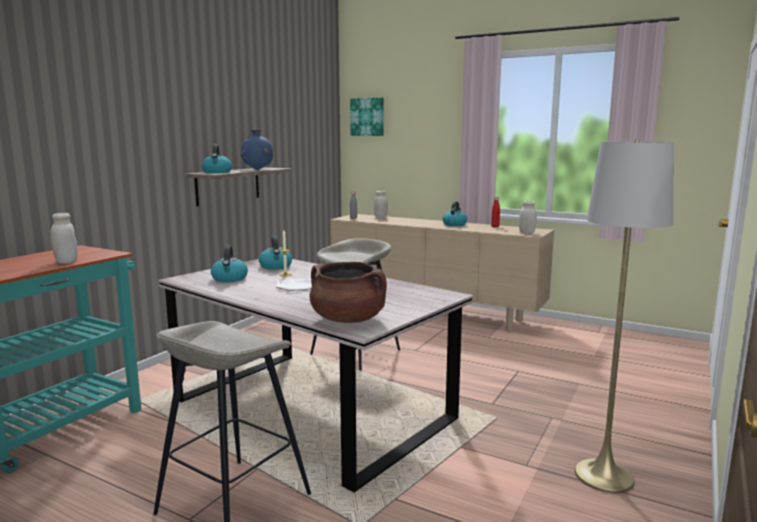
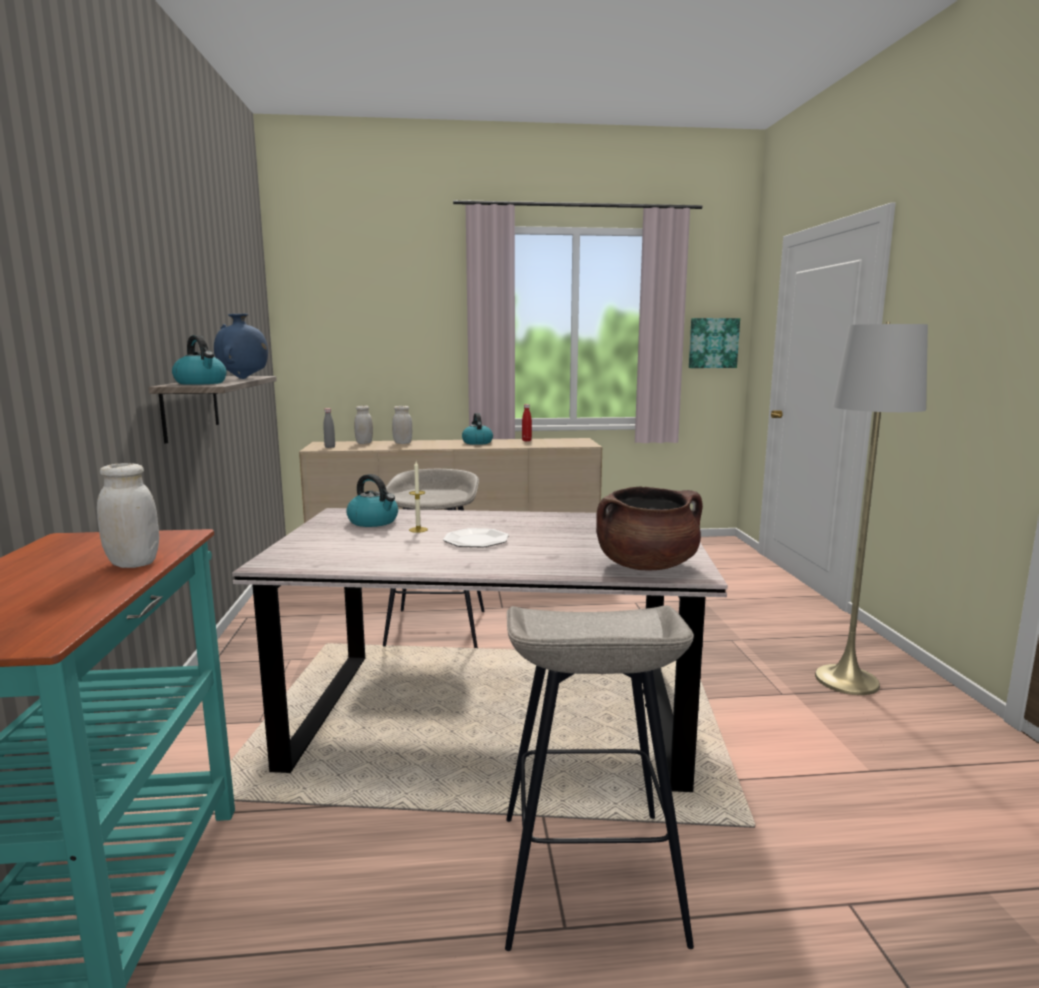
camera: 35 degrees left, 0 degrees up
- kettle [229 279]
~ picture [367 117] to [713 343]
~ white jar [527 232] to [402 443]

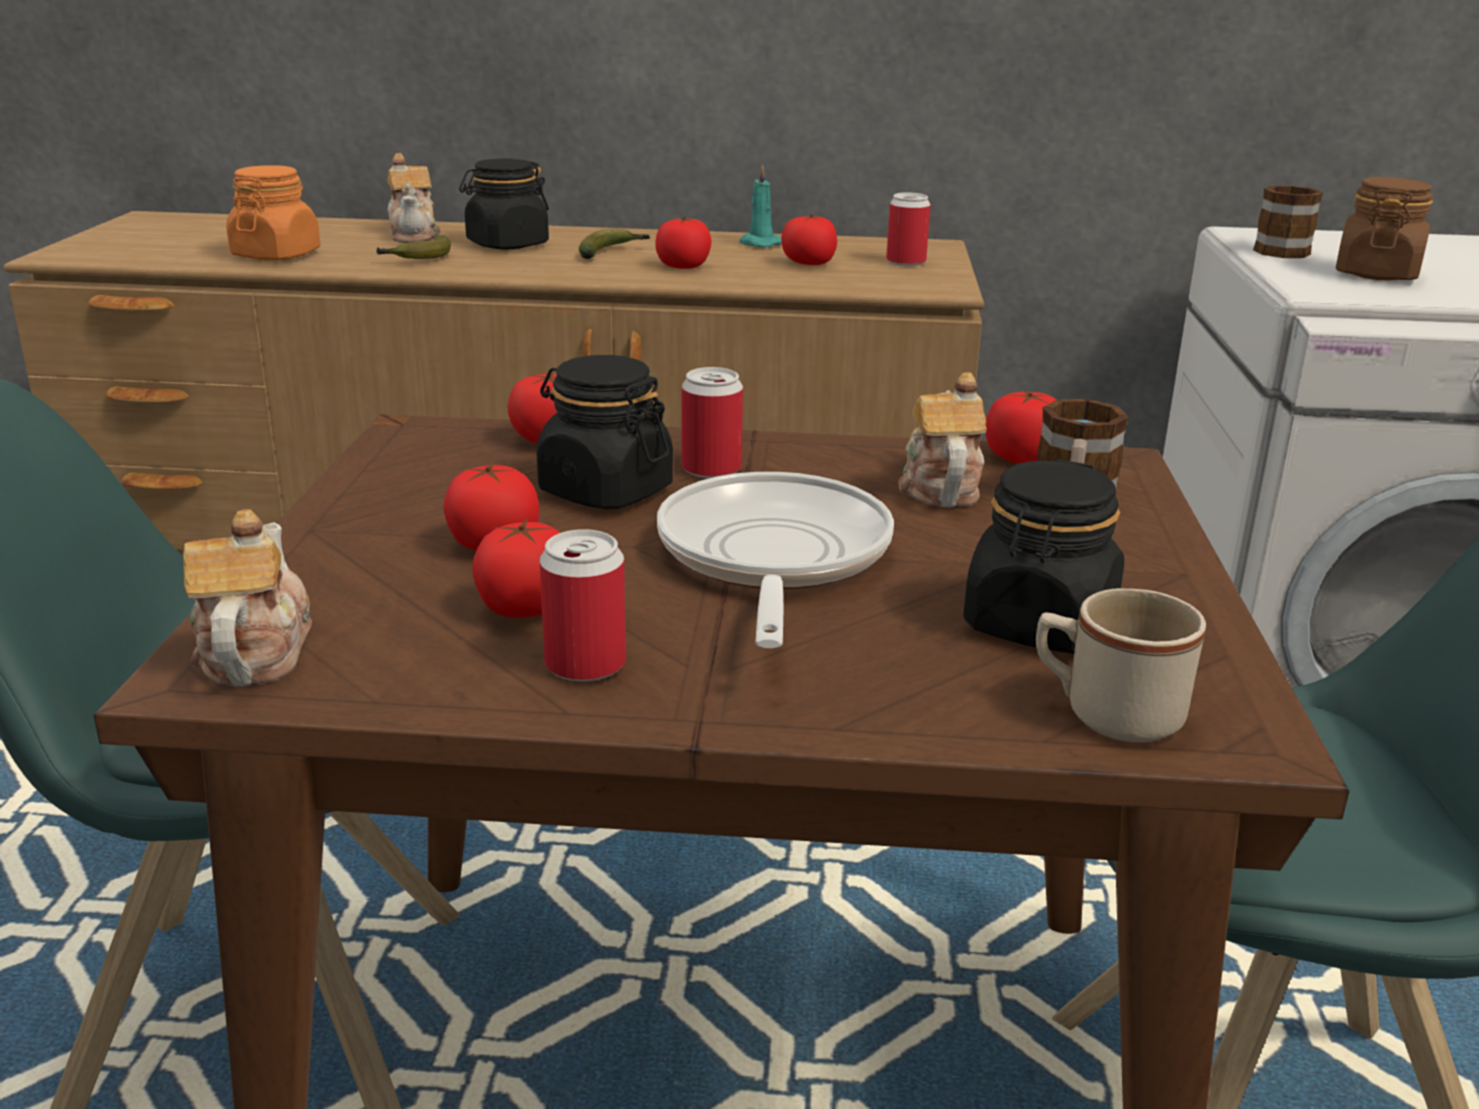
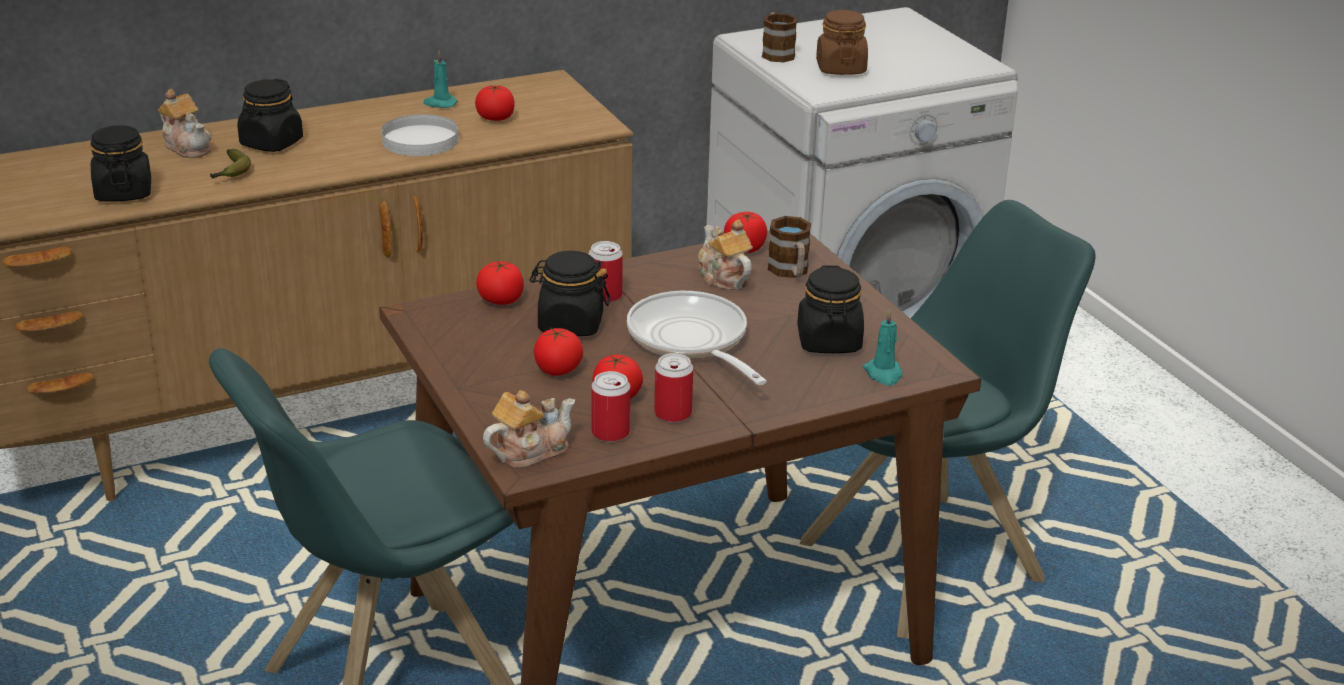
camera: 30 degrees left, 5 degrees up
- banana [611 253]
~ can [906 262] to [610 433]
~ tomato [683 266] to white plate [420 140]
~ beige mug [1106 714] to turquoise candle [884 374]
~ orange jar [276 255] to black jar [123 192]
~ teapot [253 652] = [529 451] 90 degrees clockwise

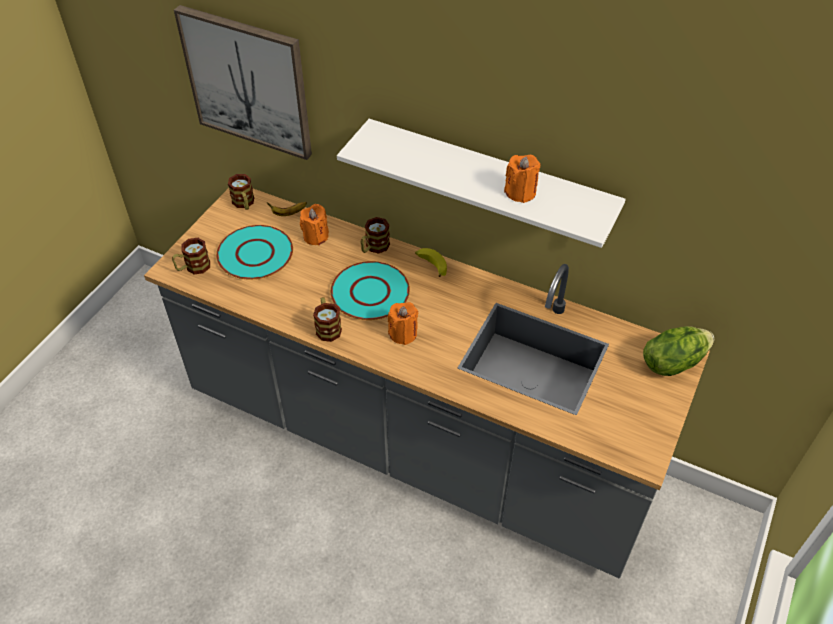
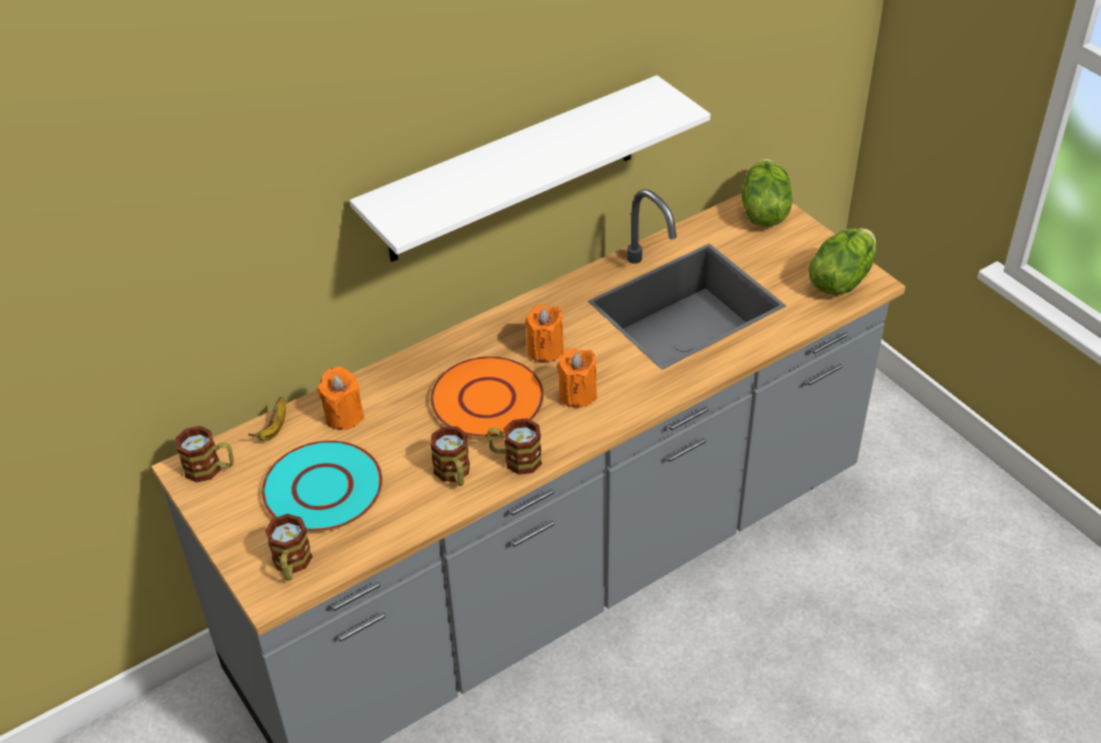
camera: 60 degrees left, 5 degrees down
- picture [248 82]
- banana [431 265]
+ lettuce [839 280]
~ mug [374 247] to [454 474]
~ orange candle [520 192] to [545 350]
~ turquoise plate [370 292] to orange plate [486 399]

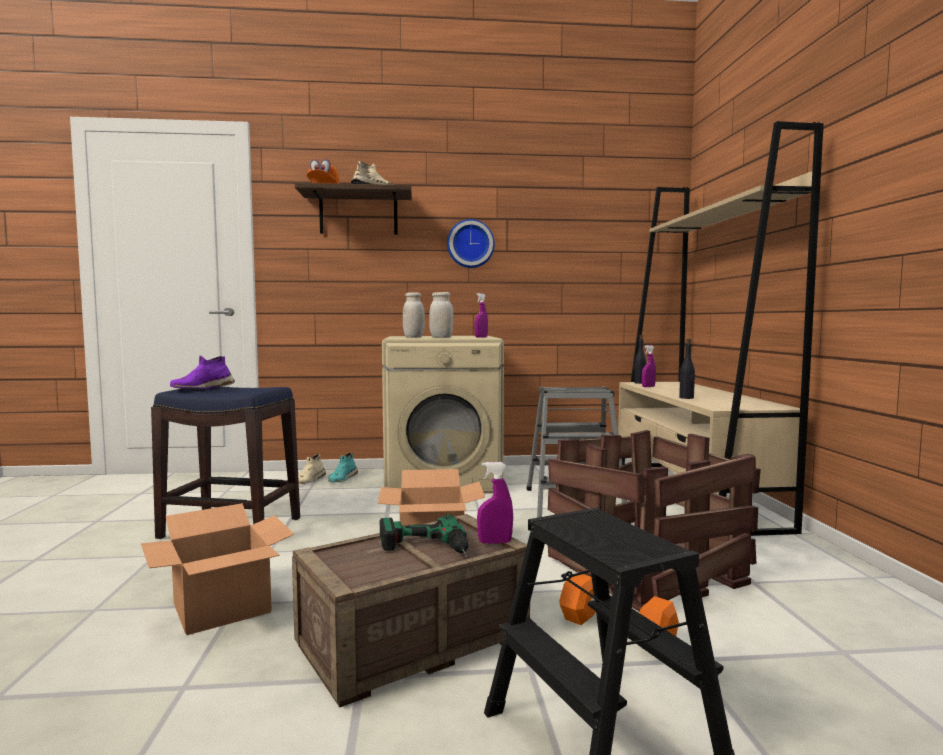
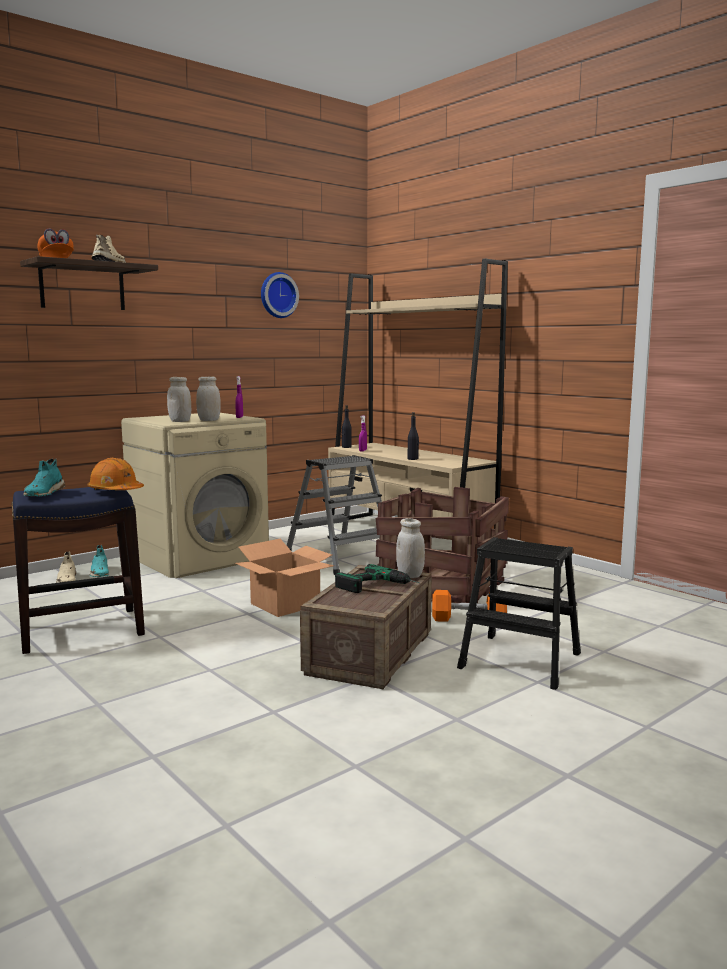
camera: 35 degrees left, 5 degrees up
- cardboard box [223 607]
+ orange hard hat [115 491]
~ wall clock [470 244] to [277 295]
~ purple spray bottle [495 542] to white jar [410 575]
~ purple shoe [202 388] to turquoise shoe [43 494]

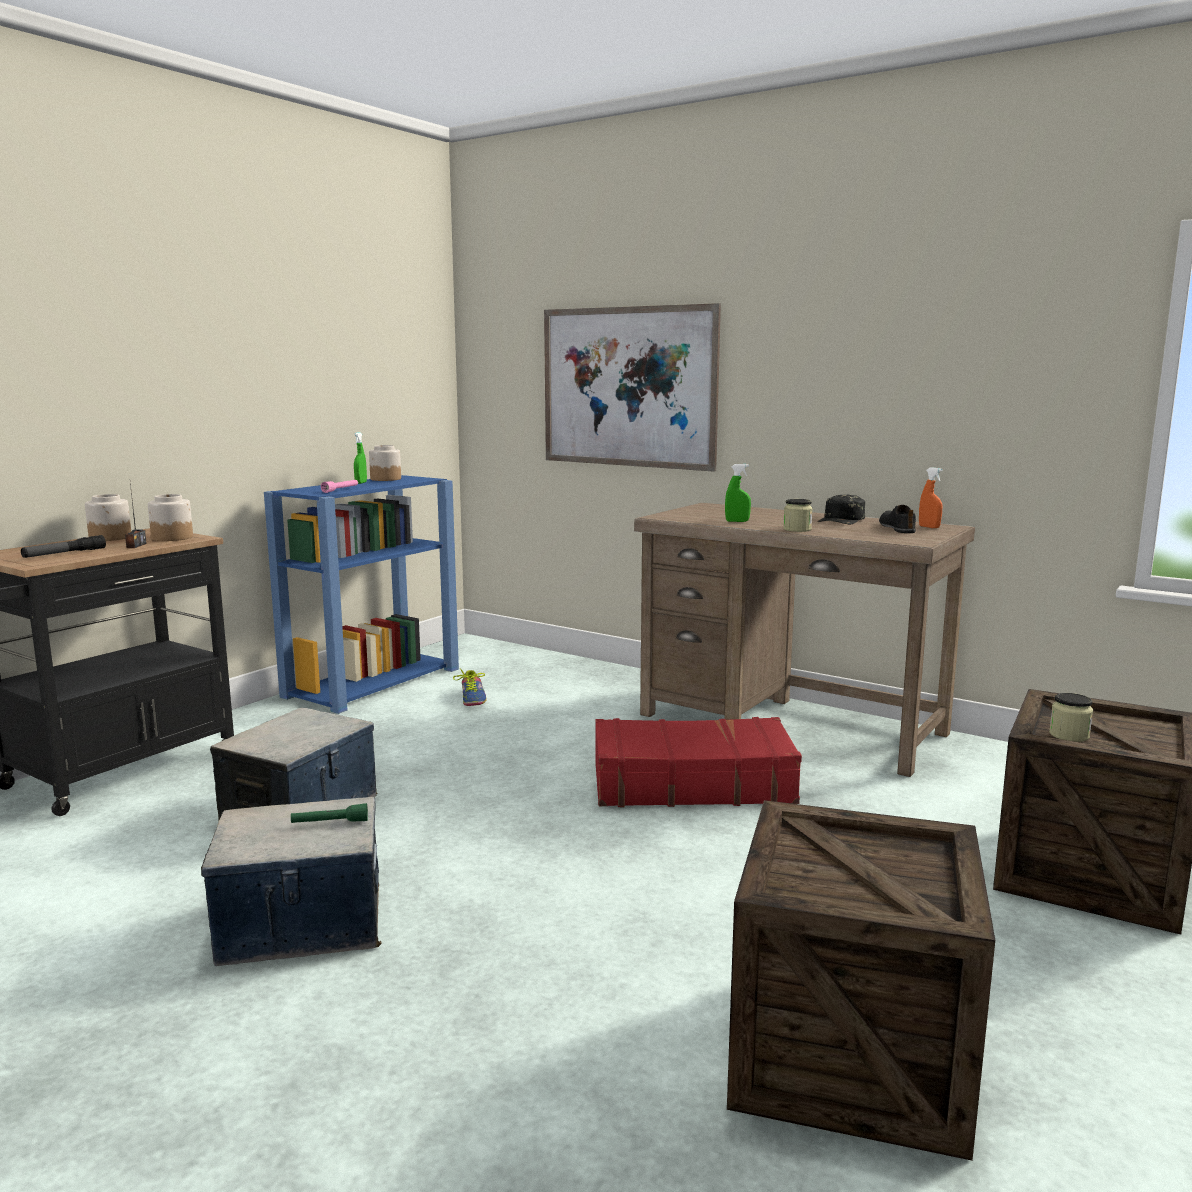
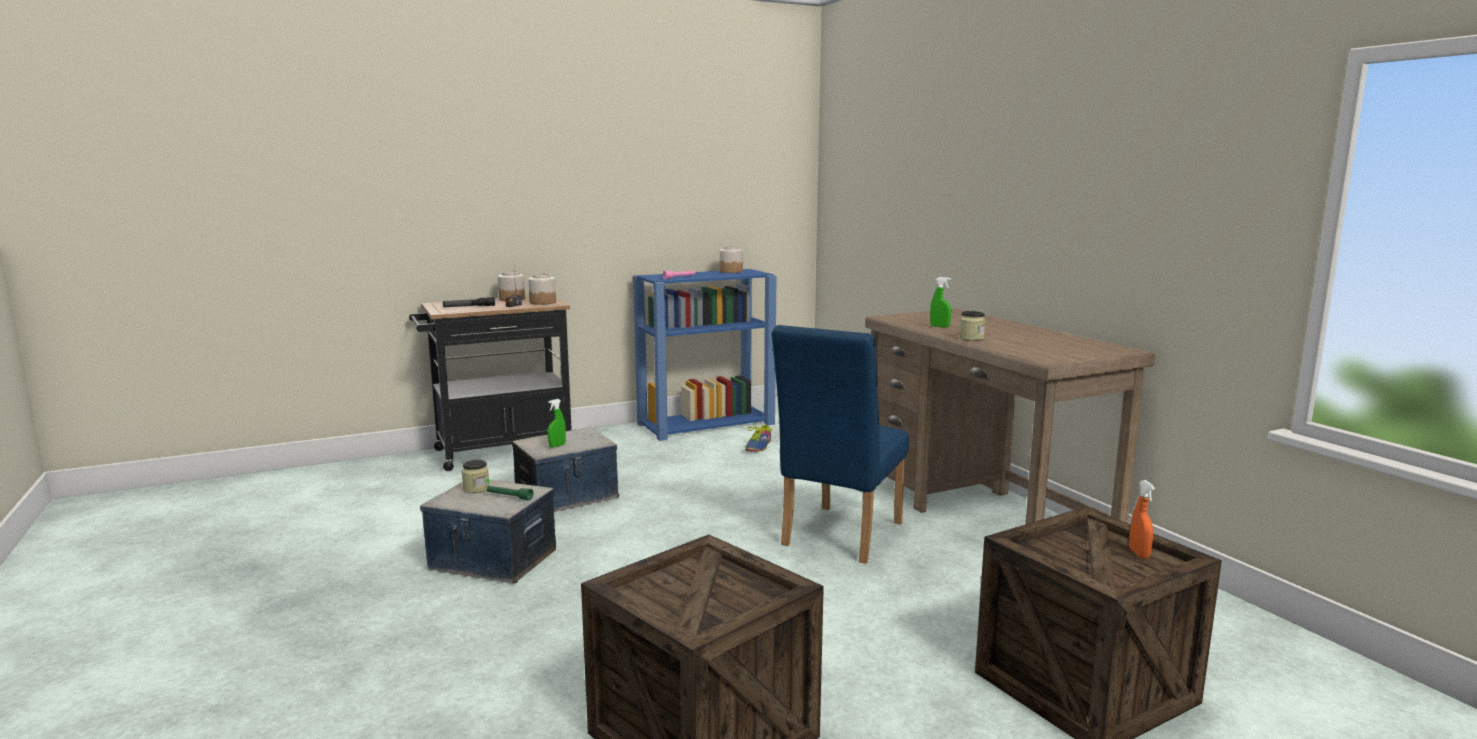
camera: 30 degrees right, 0 degrees up
- picture [627 387]
- black cap [842 520]
- black shoe [897 527]
~ green spray bottle [361 483] to [557 446]
~ orange spray bottle [929 527] to [1139 554]
~ jar [1069 735] to [476 489]
~ red suitcase [691 783] to blue chair [837 537]

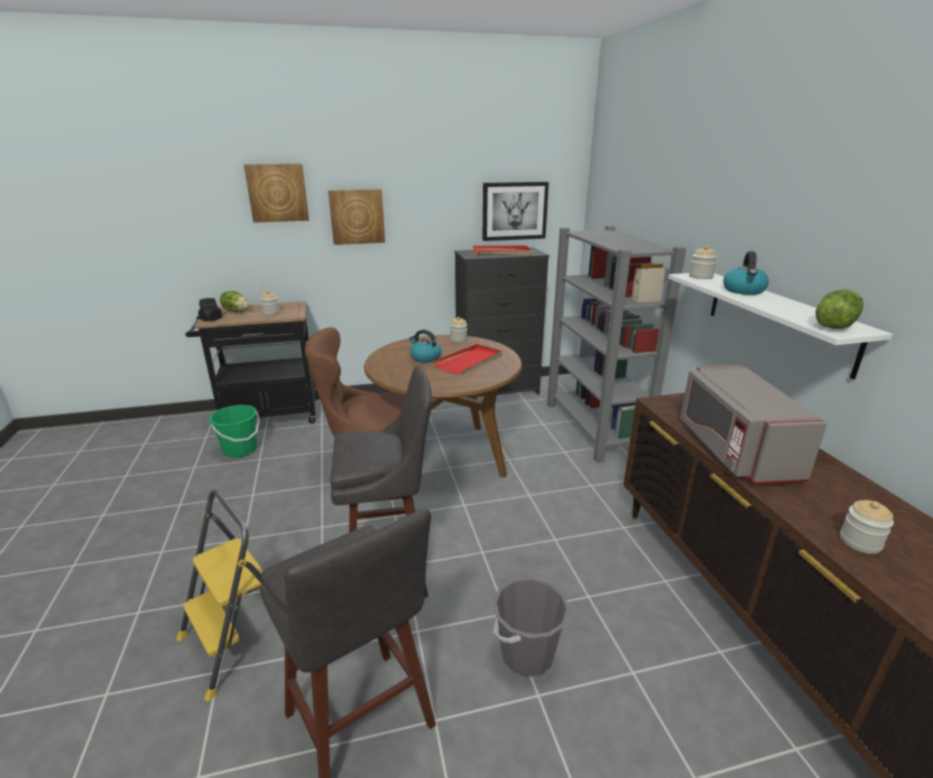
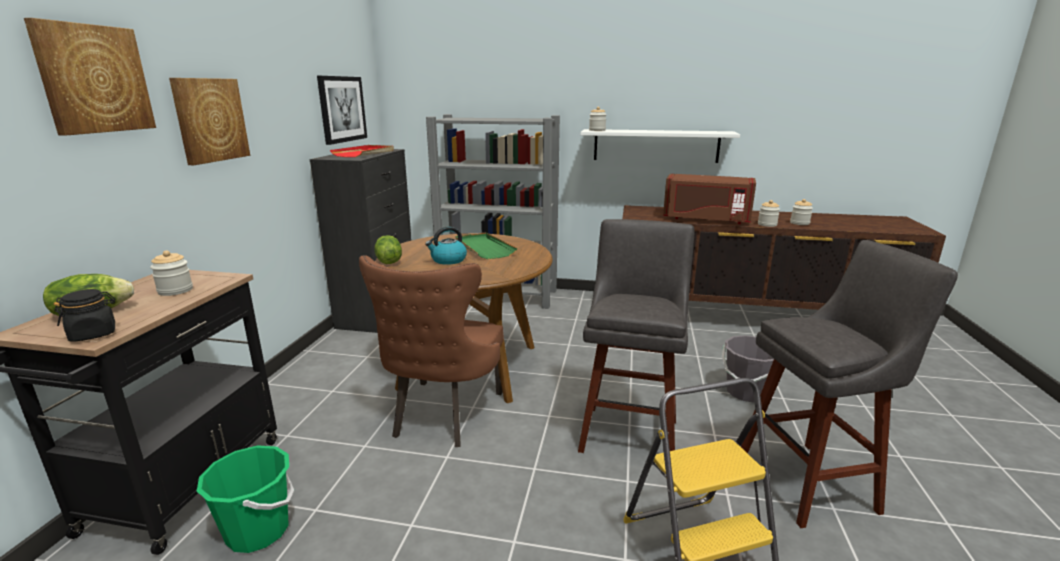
camera: 65 degrees left, 5 degrees down
- kettle [743 291]
~ jar [458 339] to [767 224]
~ lettuce [833 326] to [388 261]
~ red tray [469 361] to green tray [483 248]
~ grey microwave [734 449] to brown microwave [705 219]

